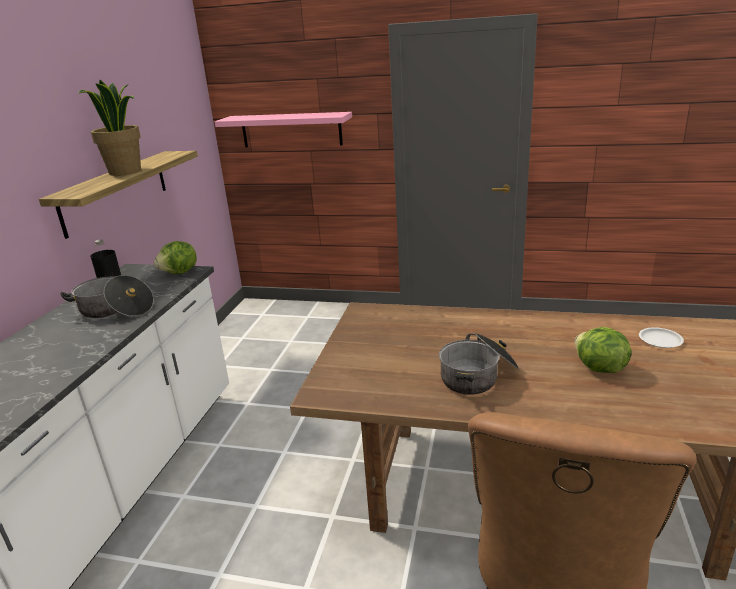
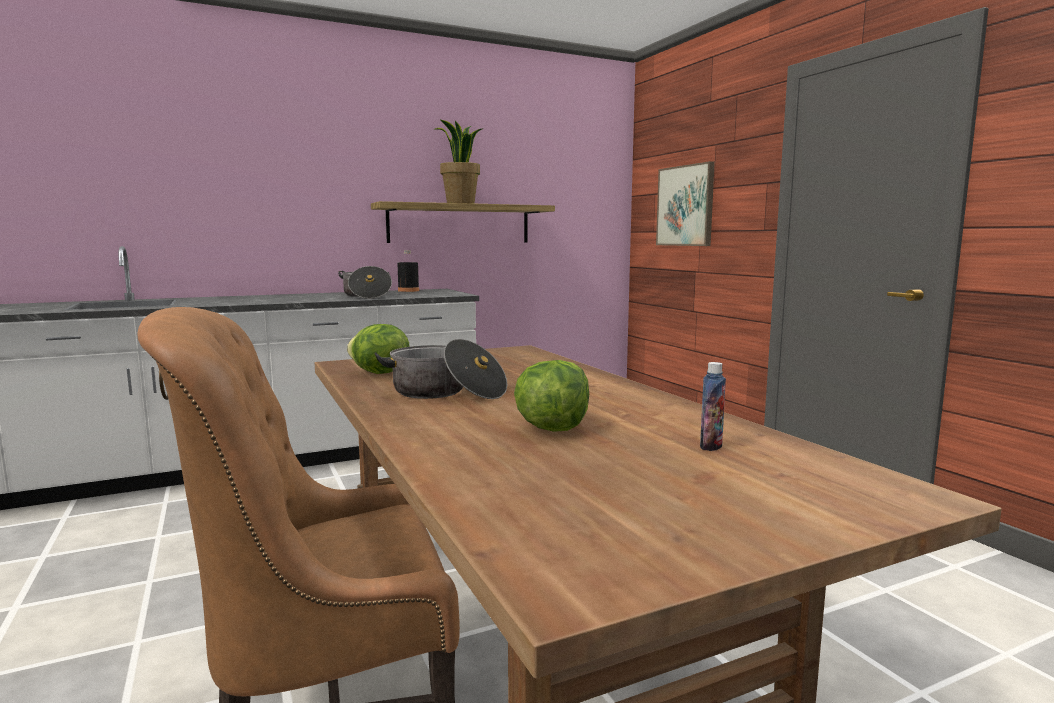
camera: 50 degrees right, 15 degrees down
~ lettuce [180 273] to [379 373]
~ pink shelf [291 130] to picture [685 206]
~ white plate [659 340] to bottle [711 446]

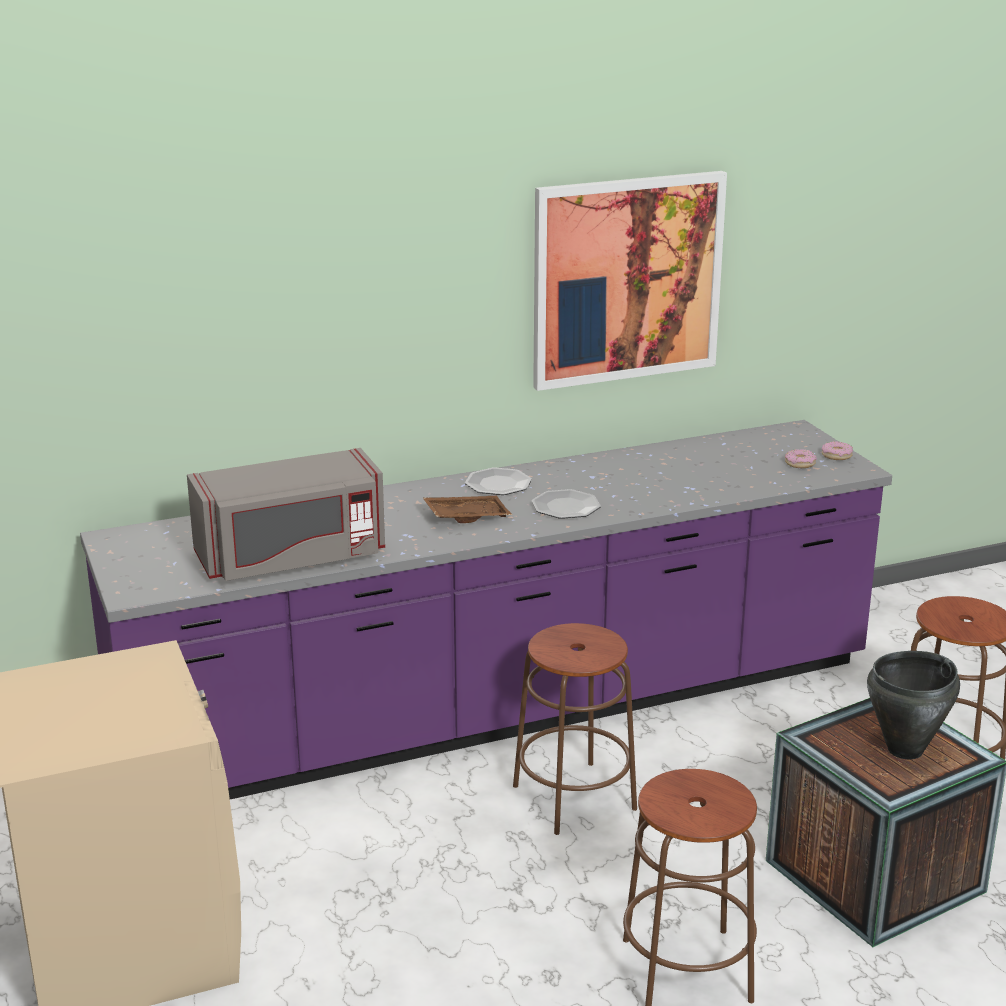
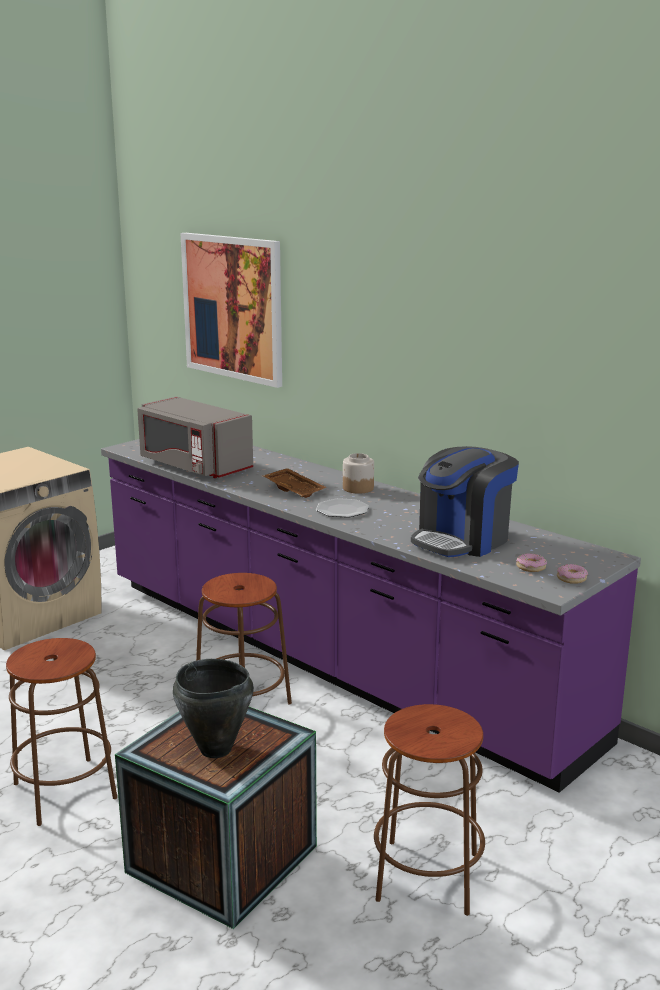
camera: 65 degrees right, 5 degrees down
+ coffee machine [462 540]
~ picture [627 279] to [233 307]
~ plate [498 484] to jar [358 488]

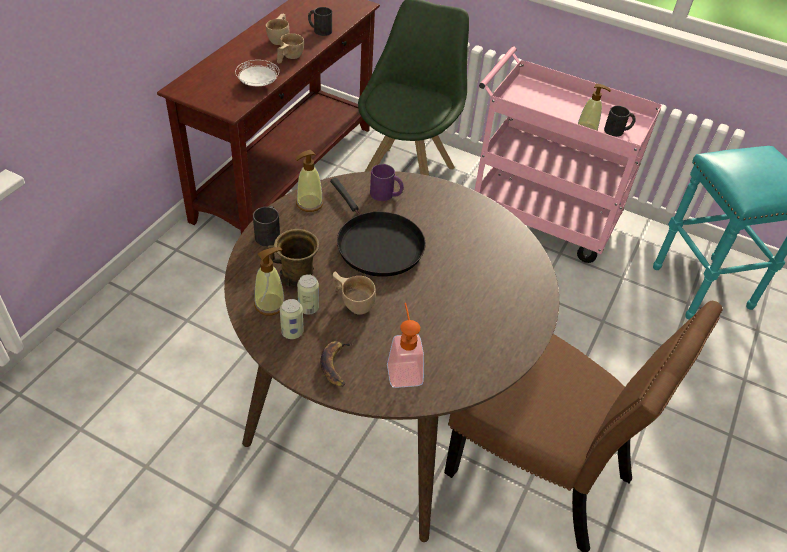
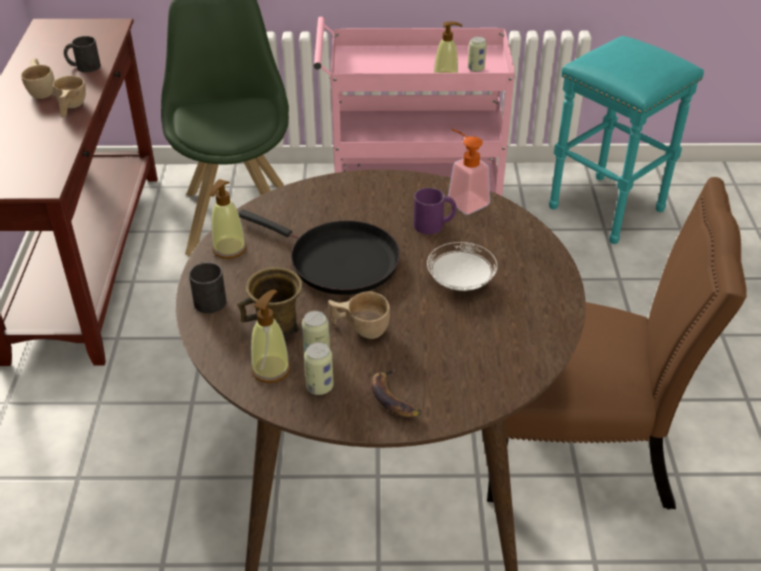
camera: 25 degrees left, 5 degrees down
~ white plate [258 84] to [460 282]
~ purple mug [386 194] to [434 224]
~ soap dispenser [403 368] to [463 200]
~ black mug [618 131] to can [476 69]

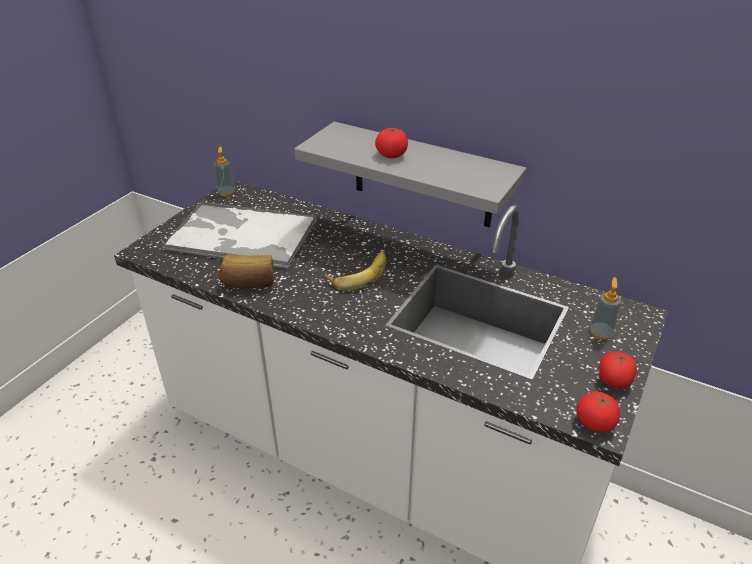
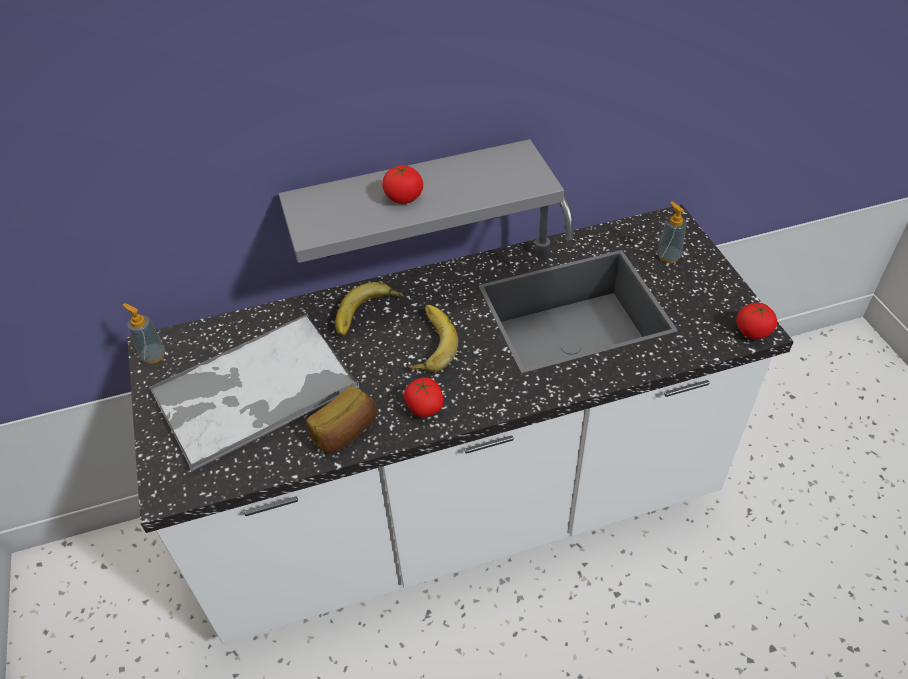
camera: 45 degrees left, 10 degrees up
+ banana [368 315]
~ tomato [614 380] to [425 407]

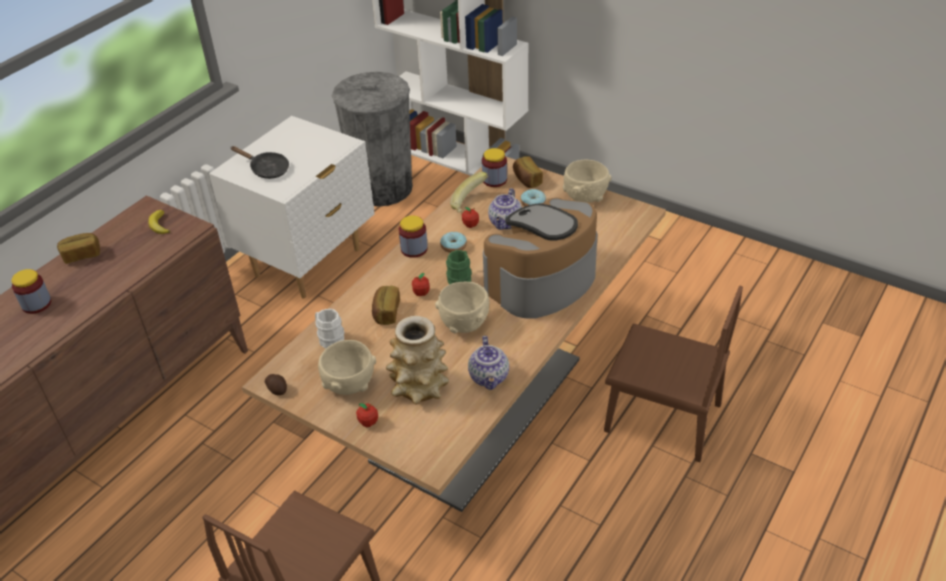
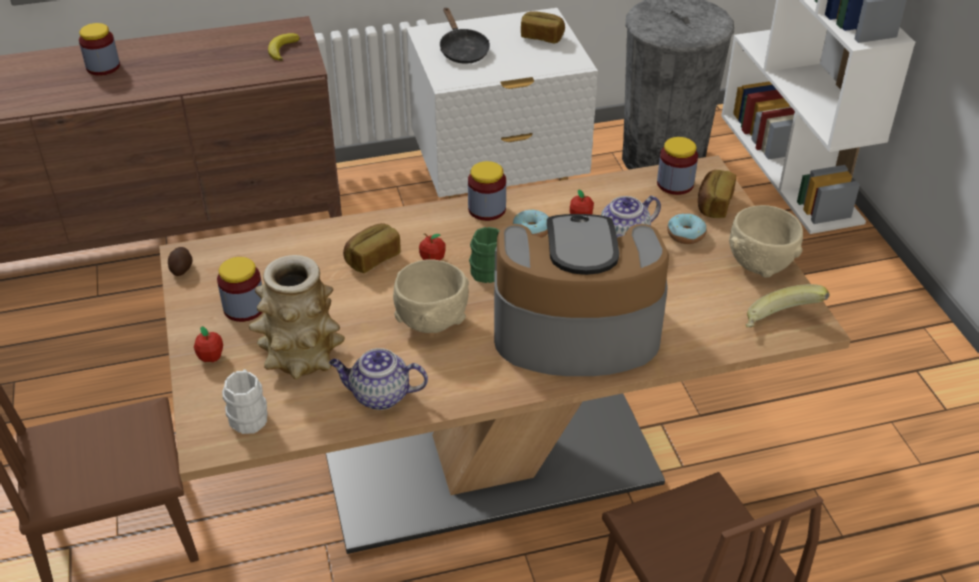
camera: 40 degrees right, 0 degrees up
~ bread [82 255] to [542 36]
~ white mug [329 338] to [249 414]
~ banana [470 203] to [780 324]
~ beige bowl [349 385] to jar [244 308]
~ teapot [489 378] = [379 395] 60 degrees clockwise

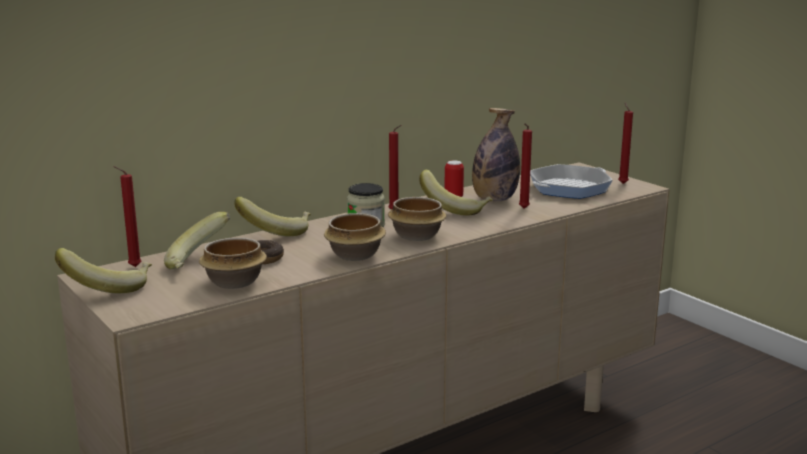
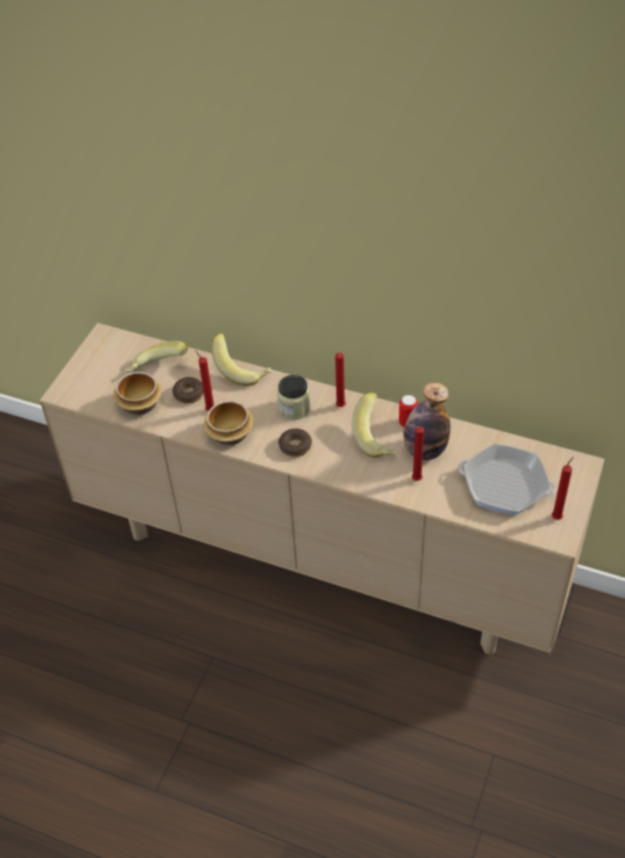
camera: 60 degrees right, 30 degrees up
- banana [109 287]
~ red candle [132 267] to [209 409]
~ bowl [415 235] to donut [295 446]

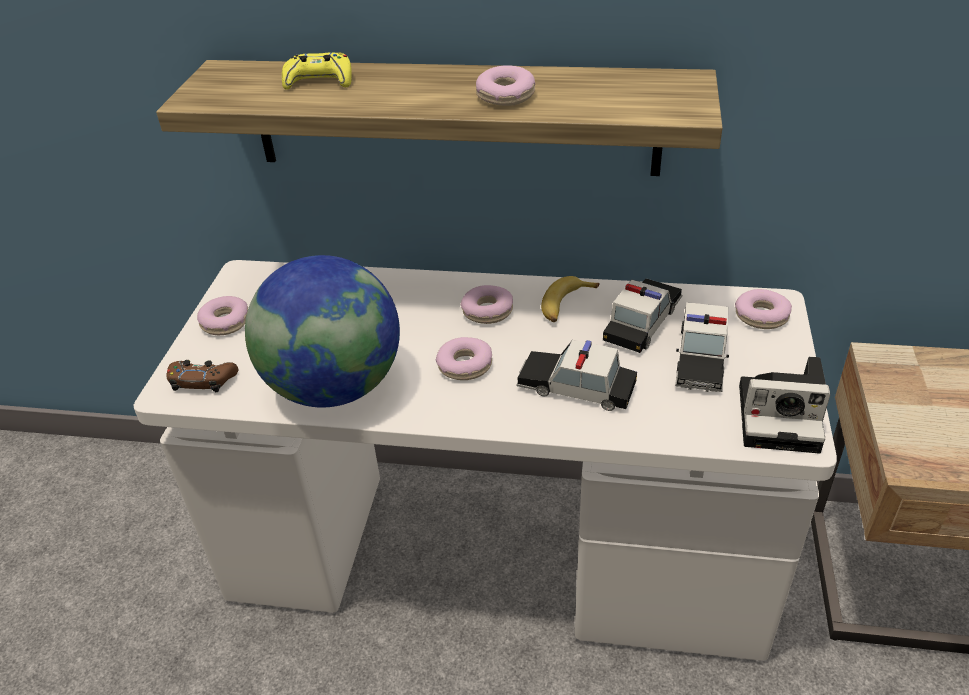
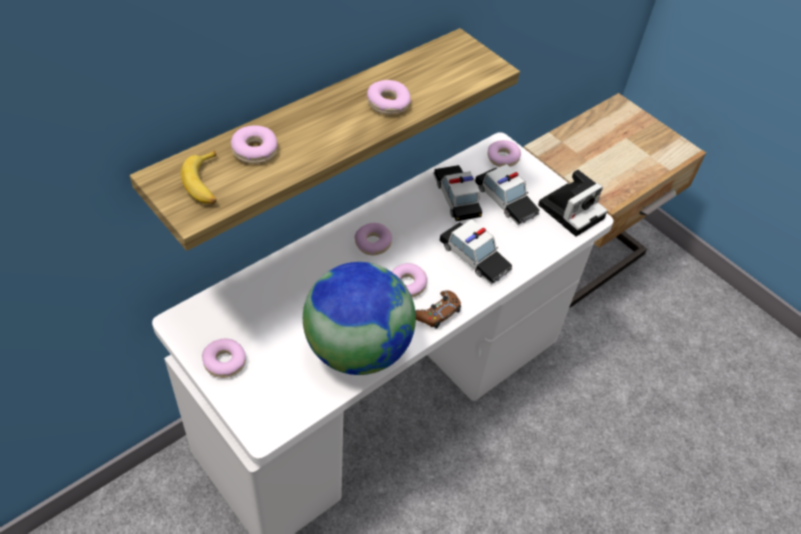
camera: 55 degrees left, 10 degrees up
~ brown game controller [203 381] to [437 313]
~ banana [566 305] to [205 184]
~ yellow game controller [319 81] to donut [255 150]
~ toy car [575 387] = [474 257] 105 degrees counterclockwise

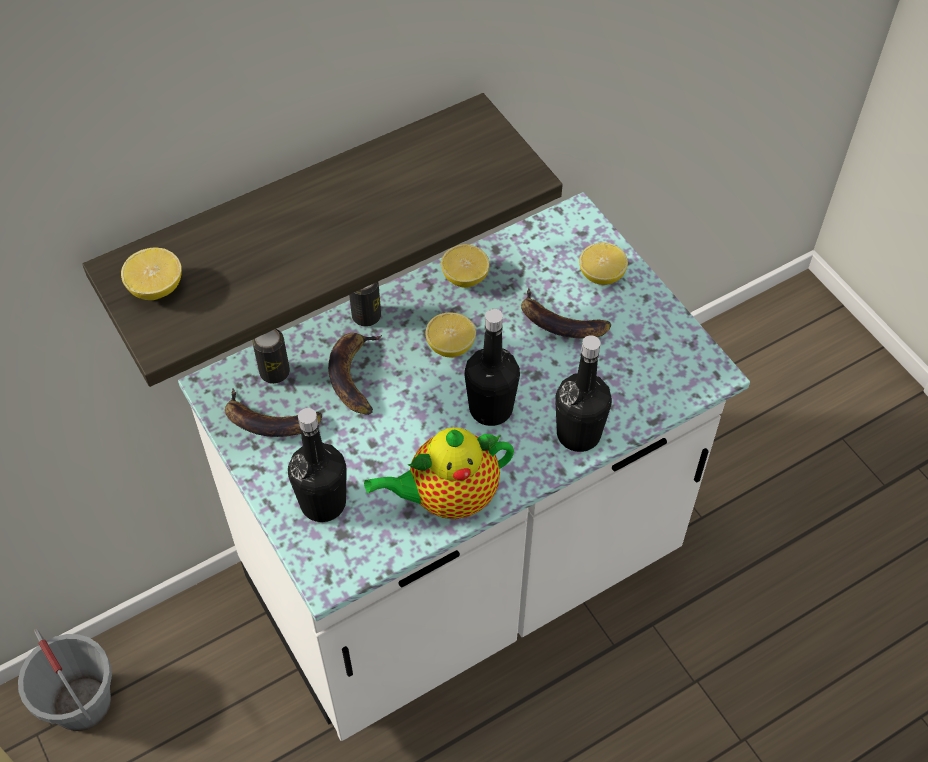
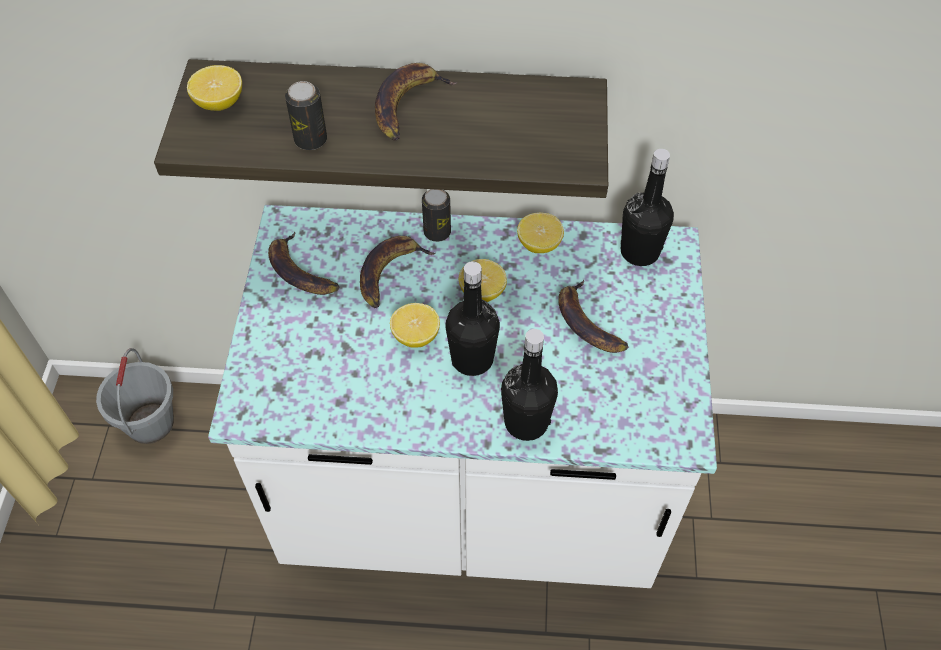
camera: 35 degrees right, 0 degrees up
- teapot [448 497]
+ banana [408 105]
~ can [274 372] to [310 140]
~ black bottle [323 503] to [639 252]
~ lemon [601 275] to [416 336]

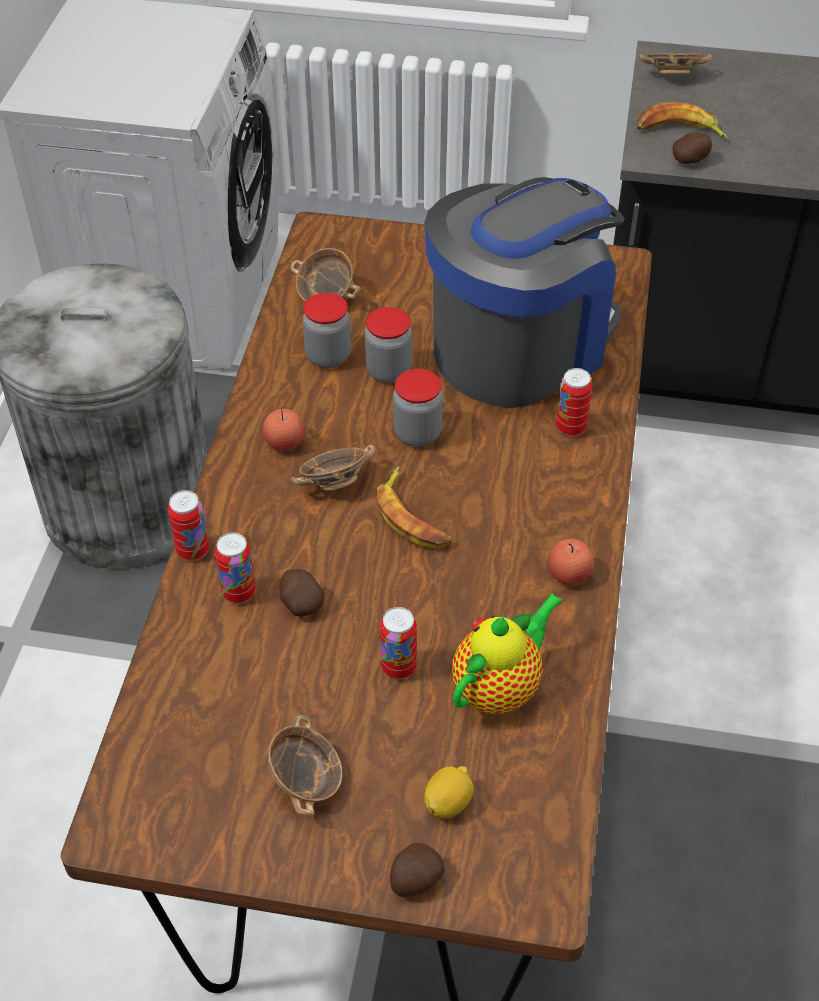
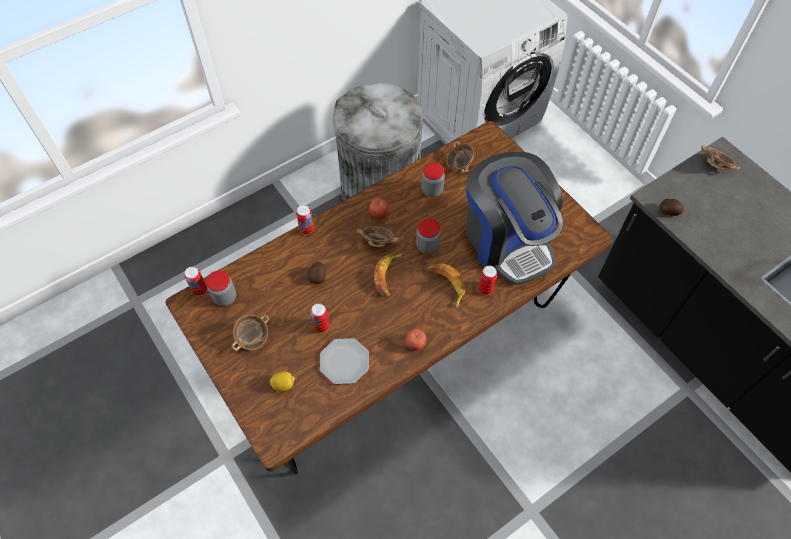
camera: 45 degrees right, 10 degrees up
- potato [414 880]
~ can [238 592] to [199 290]
~ jar [388 371] to [225 297]
~ banana [679 131] to [446 285]
~ teapot [500 687] to plate [344 362]
~ coffee machine [520 346] = [507 240] 60 degrees clockwise

